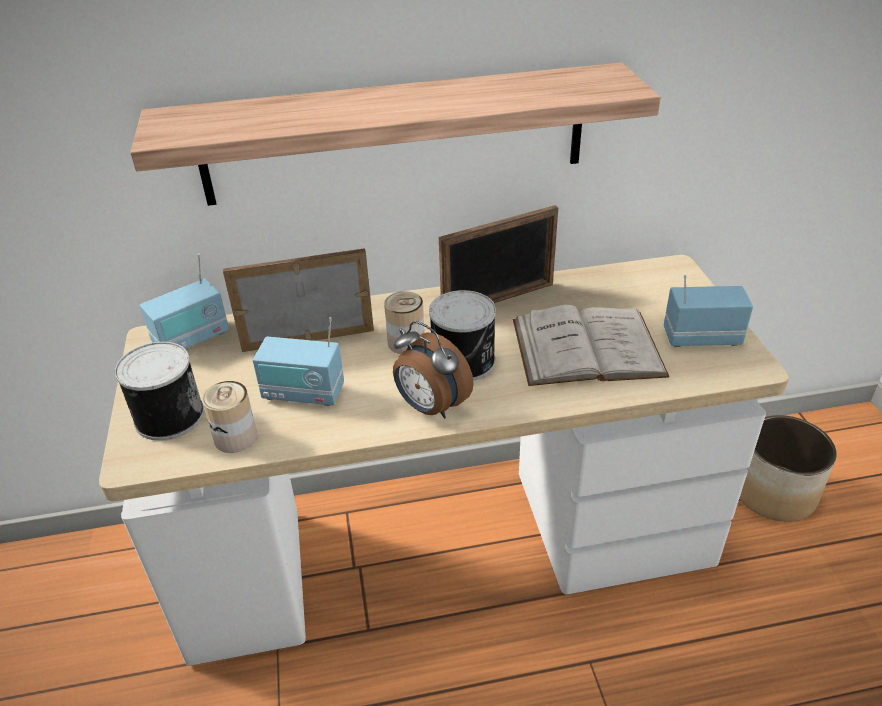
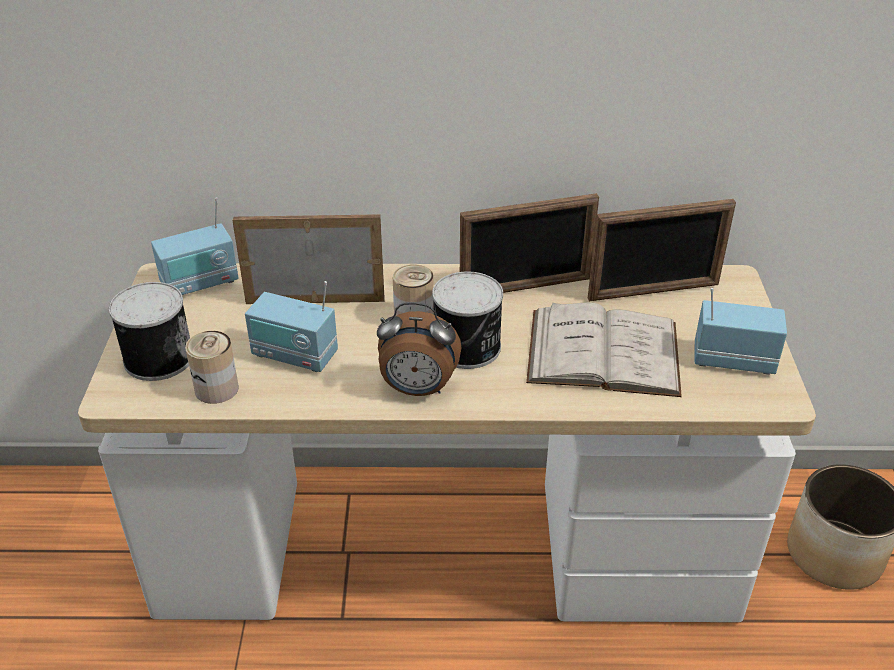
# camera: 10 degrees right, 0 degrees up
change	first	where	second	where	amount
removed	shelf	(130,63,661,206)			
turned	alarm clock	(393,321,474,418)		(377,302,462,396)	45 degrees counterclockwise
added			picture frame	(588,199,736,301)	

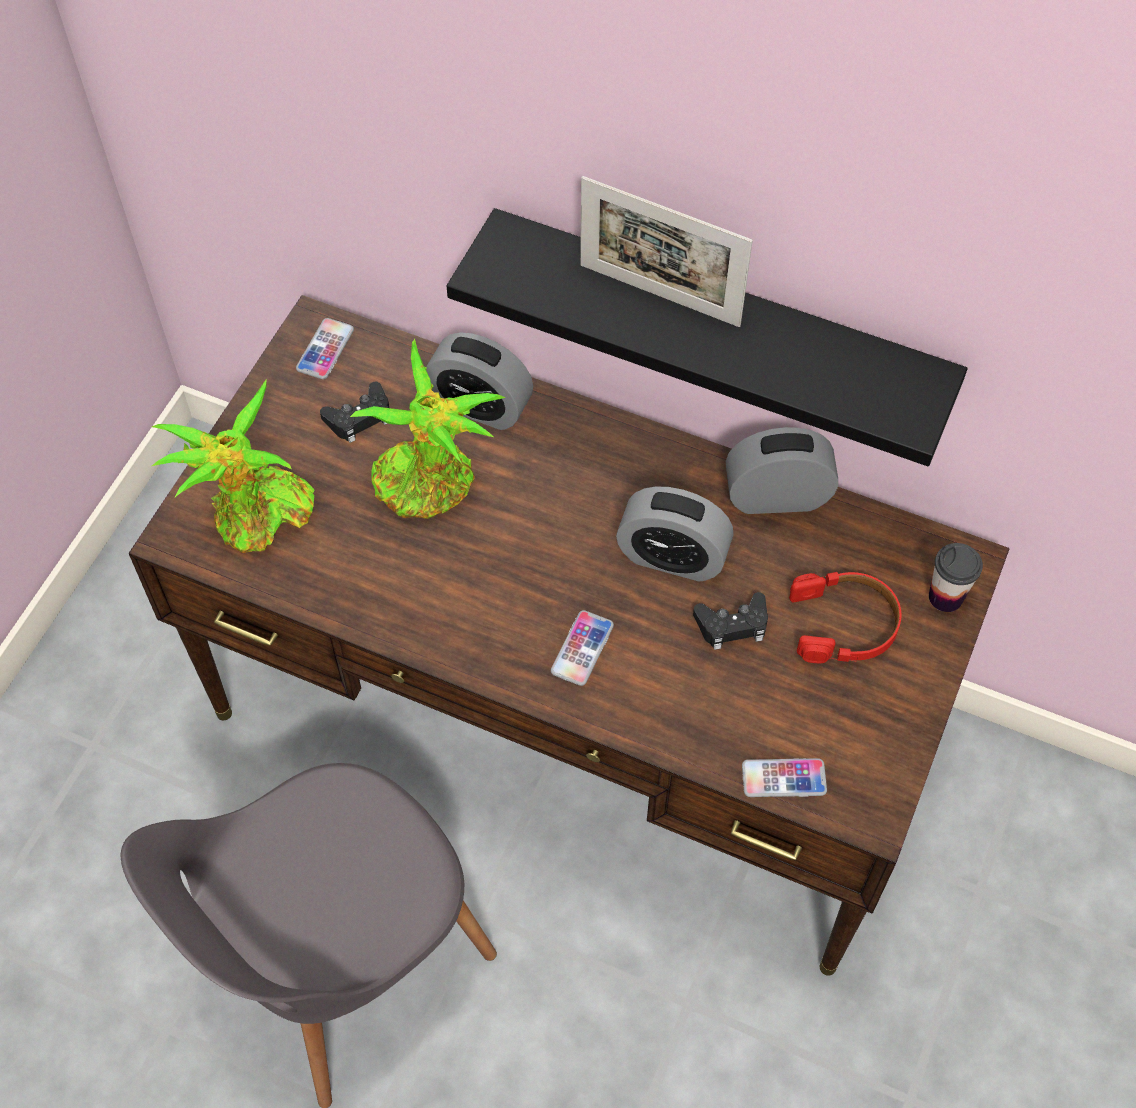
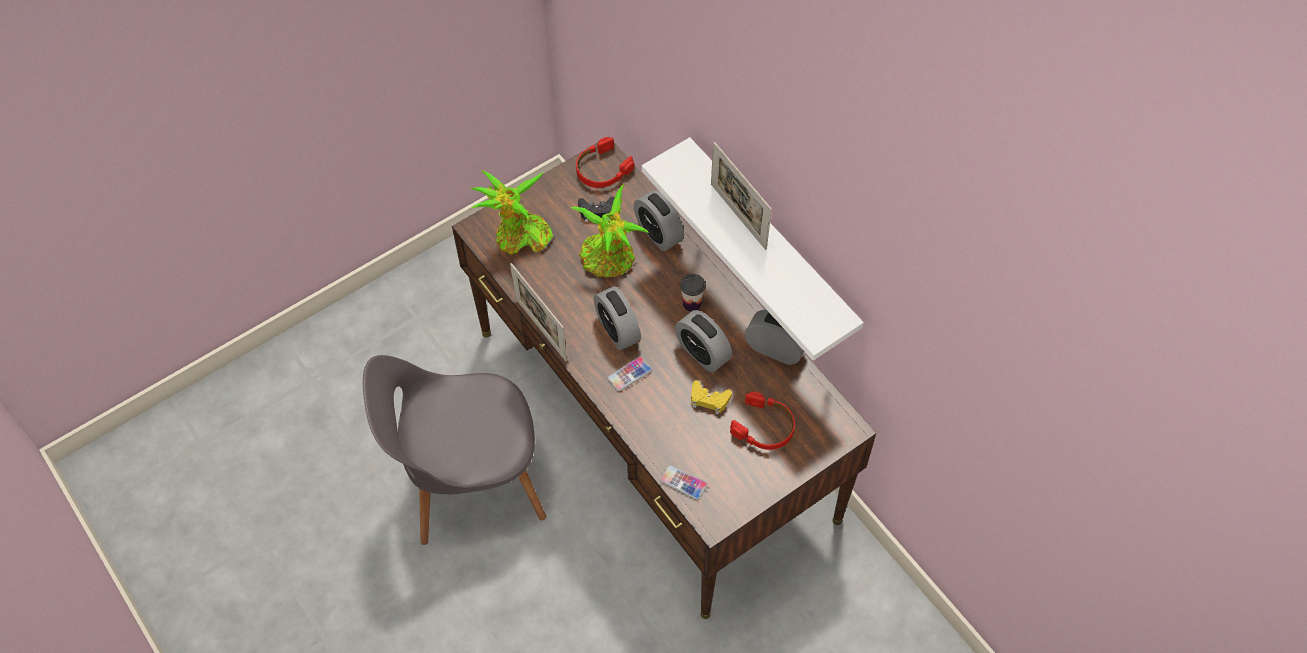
# camera: 30 degrees right, 0 degrees up
change	first	where	second	where	amount
recoloured	black shelf	(447,208,967,466)	white shelf	(642,137,864,360)	
replaced	phone	(296,318,354,379)	red headphones	(576,137,634,188)	
moved	cup	(929,543,983,612)		(680,274,705,312)	
recoloured	black game controller	(693,592,768,650)	yellow game controller	(691,380,732,414)	
added			picture frame	(510,263,567,361)	
added			alarm clock	(594,286,641,350)	

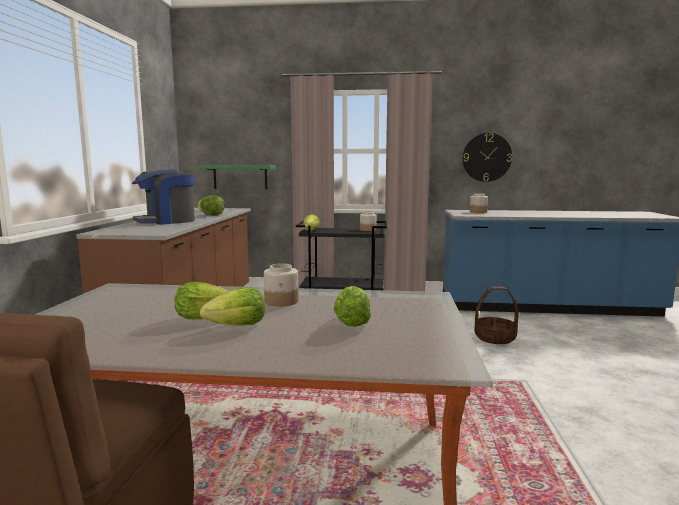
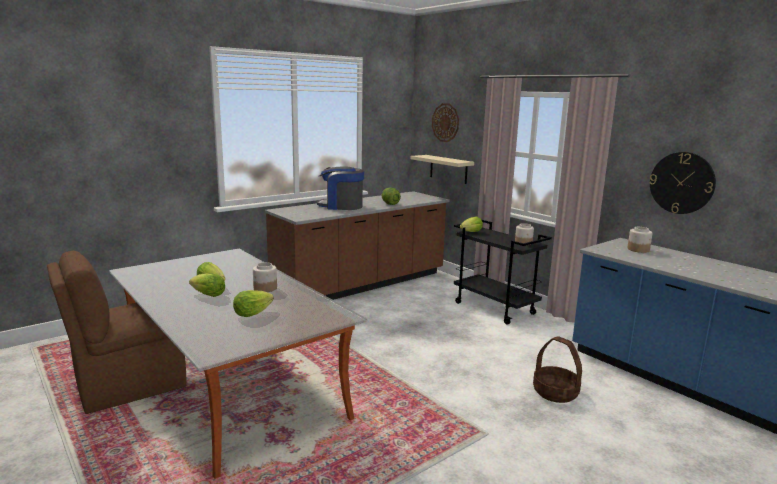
# camera: 45 degrees right, 5 degrees up
change	first	where	second	where	amount
recoloured	green shelf	(196,165,276,189)	beige shelf	(411,155,474,184)	
added			wall clock	(432,103,459,142)	

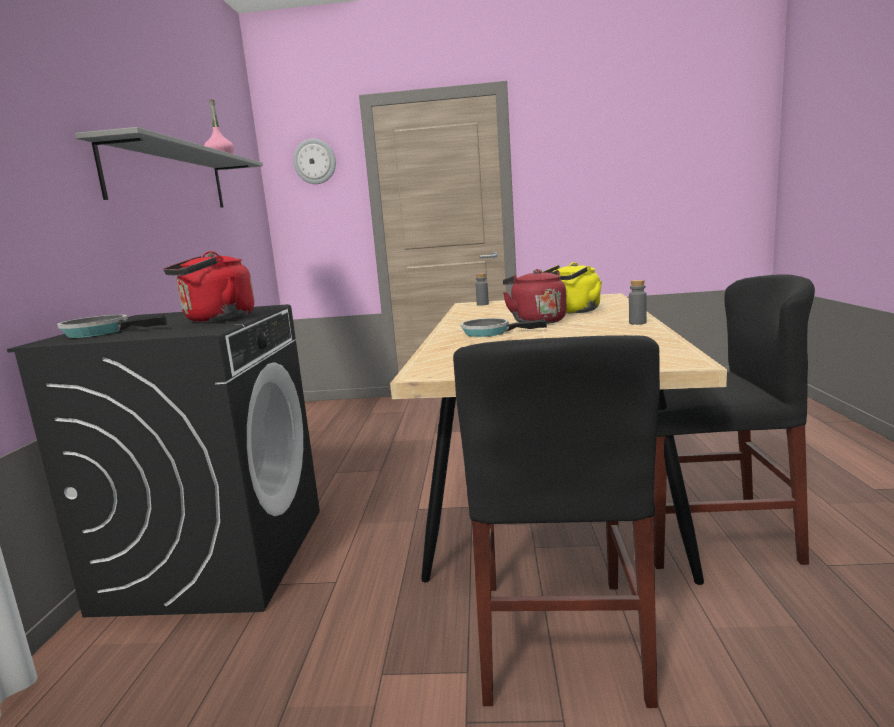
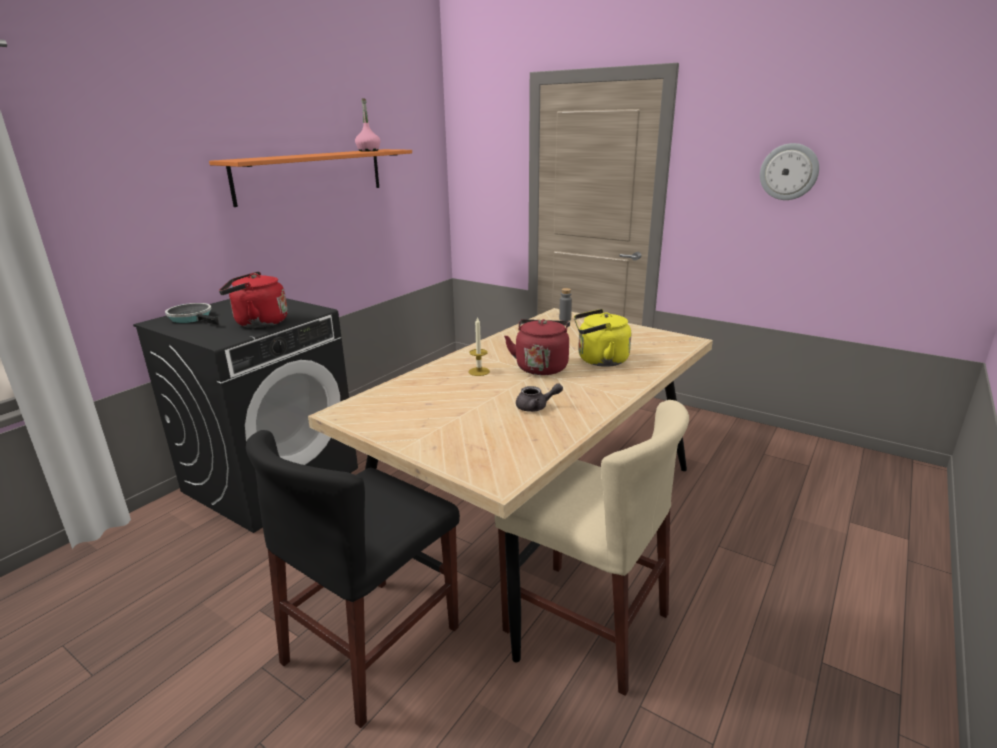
# camera: 30 degrees right, 10 degrees up
change	first	where	second	where	amount
recoloured	grey shelf	(75,127,263,208)	orange shelf	(209,149,412,207)	
moved	wall clock	(293,139,336,184)		(760,143,819,200)	
recoloured	black chair	(653,274,815,569)	beige chair	(495,400,689,696)	
removed	grey bottle	(629,280,647,325)			
replaced	frying pan	(461,318,547,337)	candle	(468,316,490,376)	
added			grey teapot	(516,383,563,412)	

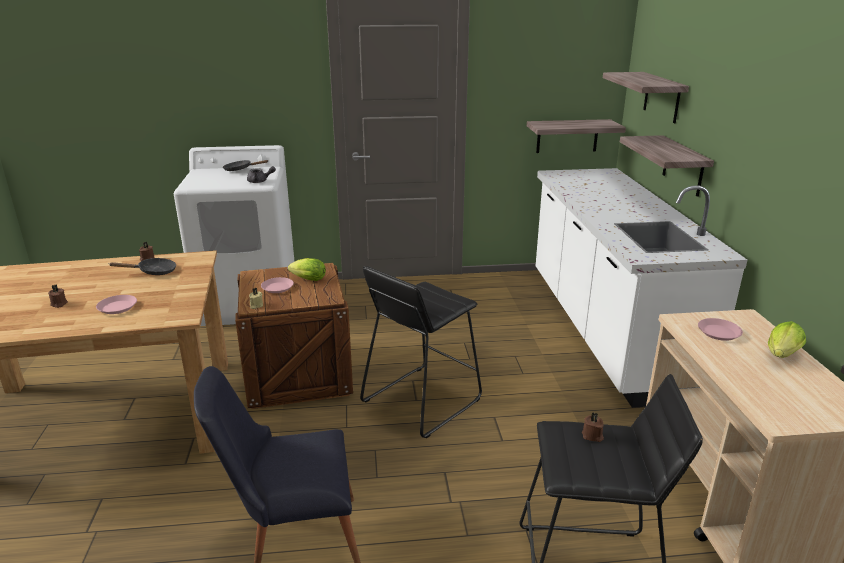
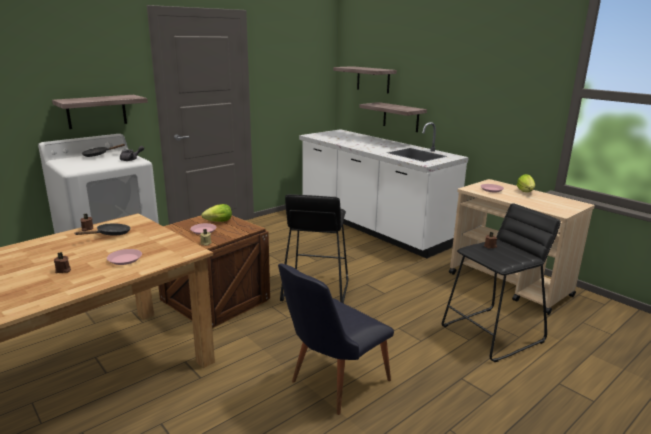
# camera: 35 degrees left, 5 degrees down
change	first	where	second	where	amount
moved	shelf	(527,119,626,153)		(52,95,148,129)	

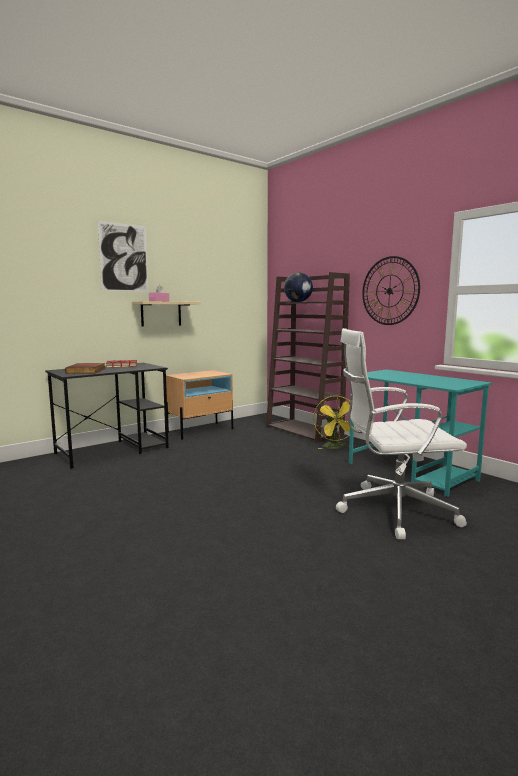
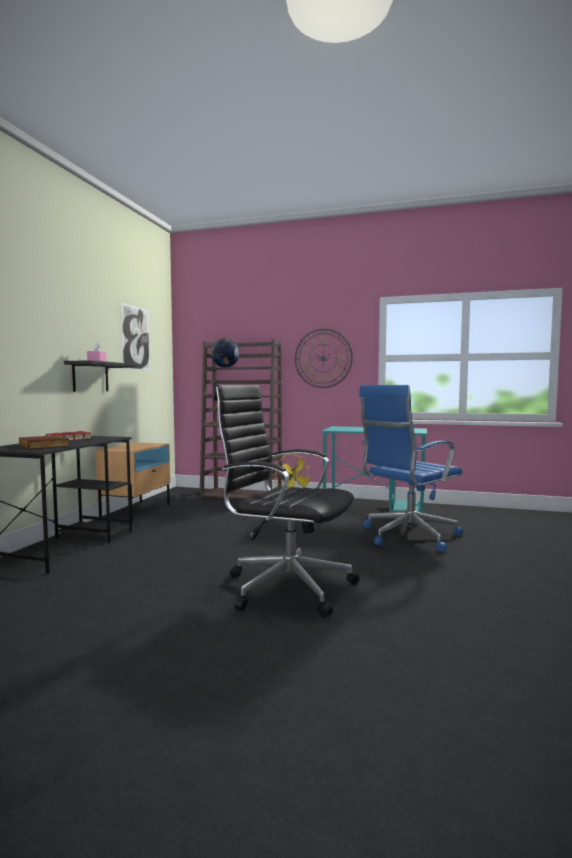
# camera: 35 degrees left, 5 degrees down
change	first	where	second	where	amount
moved	picture	(98,221,148,292)		(121,303,150,371)	
recoloured	beige shelf	(132,301,200,327)	black shelf	(64,360,137,392)	
recoloured	white office chair	(336,328,467,539)	blue office chair	(359,385,463,552)	
added			black office chair	(214,384,360,617)	

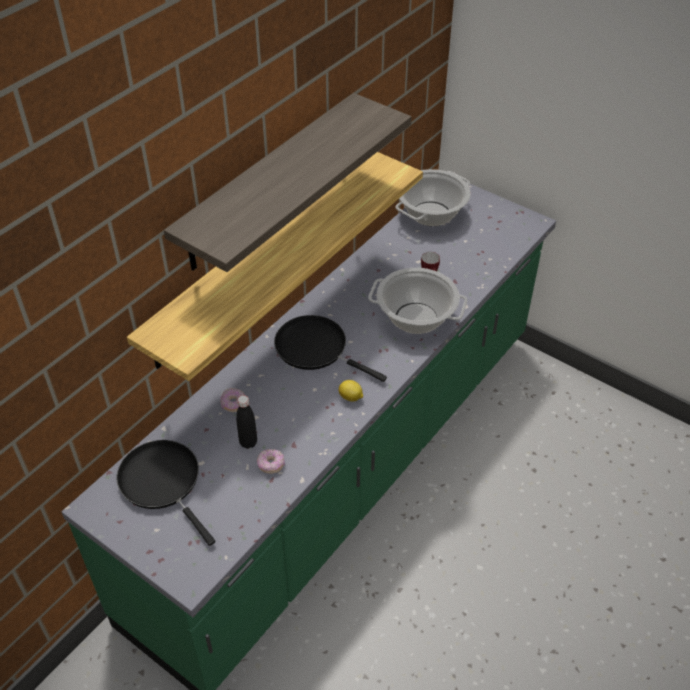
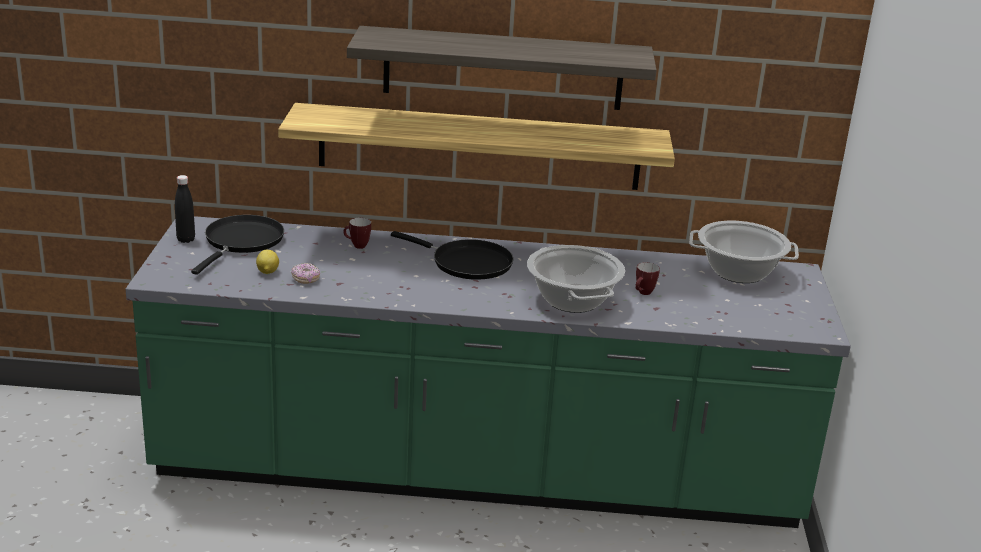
# camera: 55 degrees right, 20 degrees down
change	first	where	second	where	amount
turned	black frying pan	(274,315,387,382)		(391,231,513,280)	120 degrees clockwise
moved	lemon	(339,380,363,402)		(256,250,279,274)	
replaced	donut	(220,388,245,412)	mug	(343,218,371,249)	
moved	black bottle	(236,395,257,449)		(175,175,195,243)	

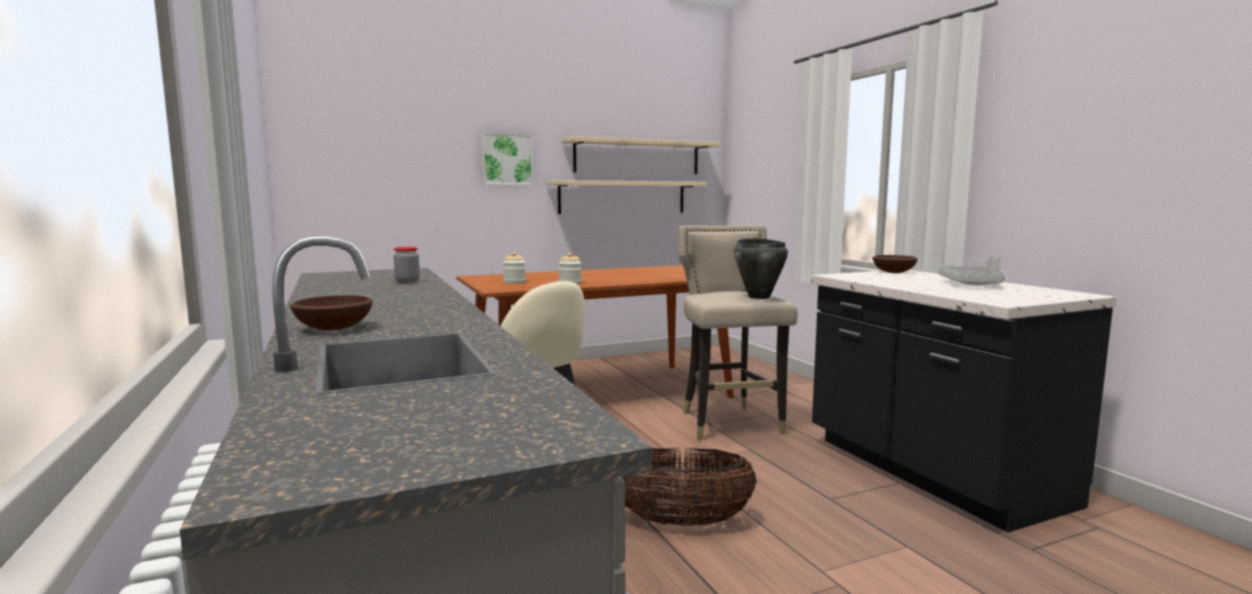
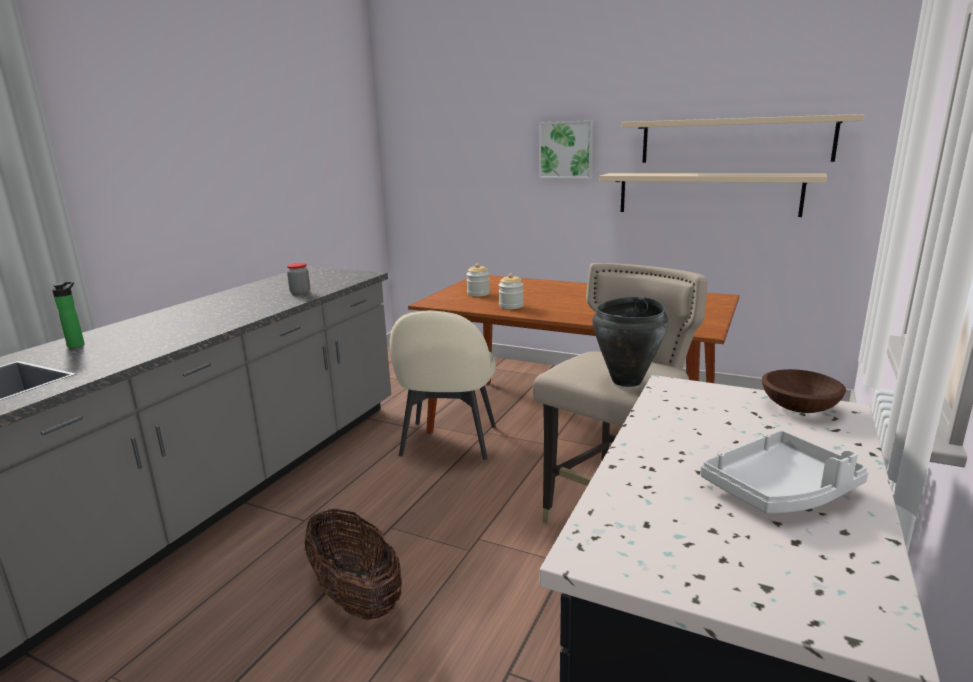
# camera: 50 degrees right, 10 degrees up
change	first	where	second	where	amount
replaced	brown bowl	(290,295,373,331)	bottle	(52,282,85,348)	

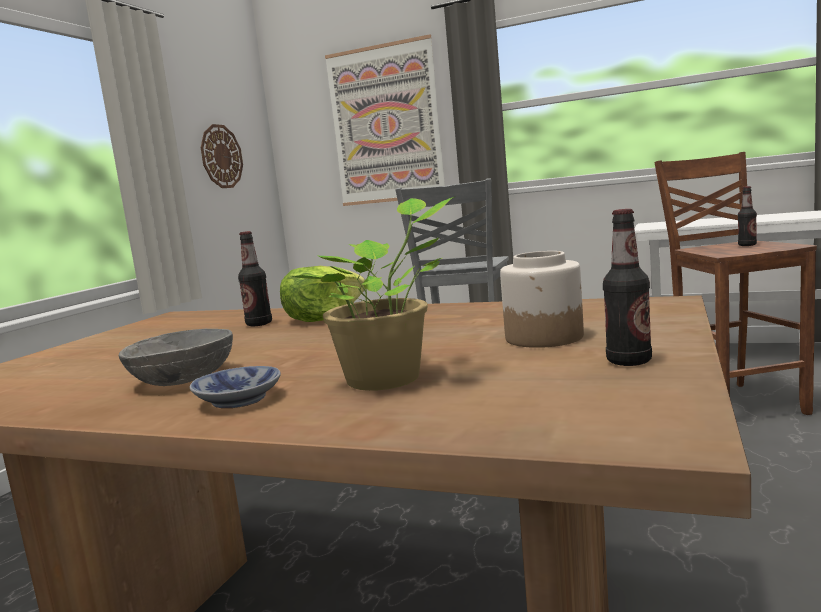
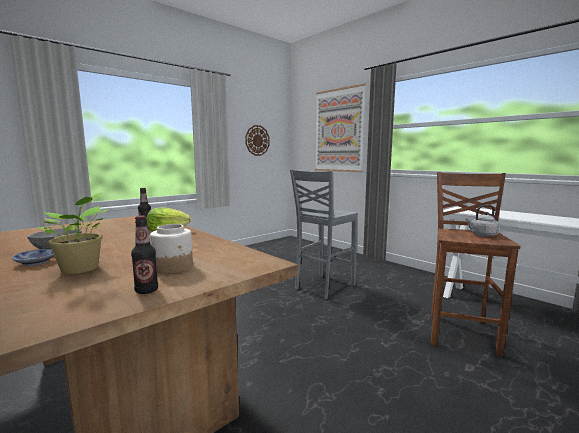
# camera: 25 degrees right, 0 degrees up
change	first	where	second	where	amount
replaced	bottle	(738,186,757,246)	grey kettle	(465,205,500,237)	

